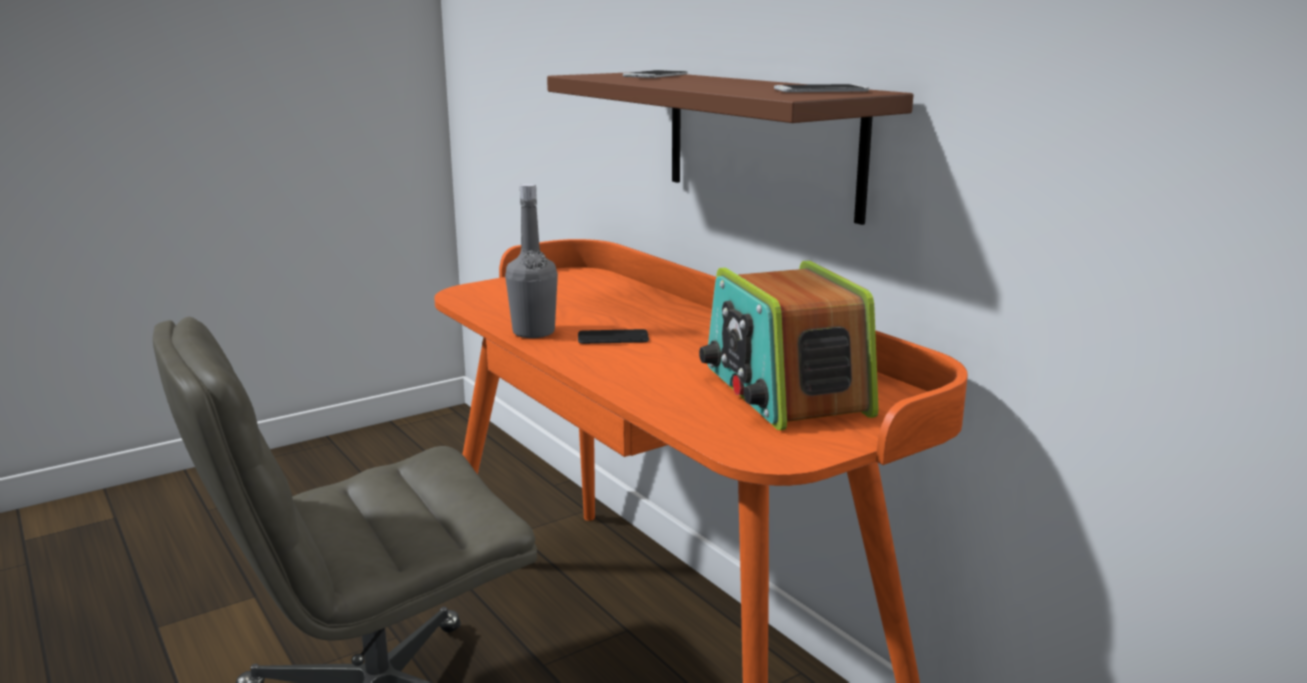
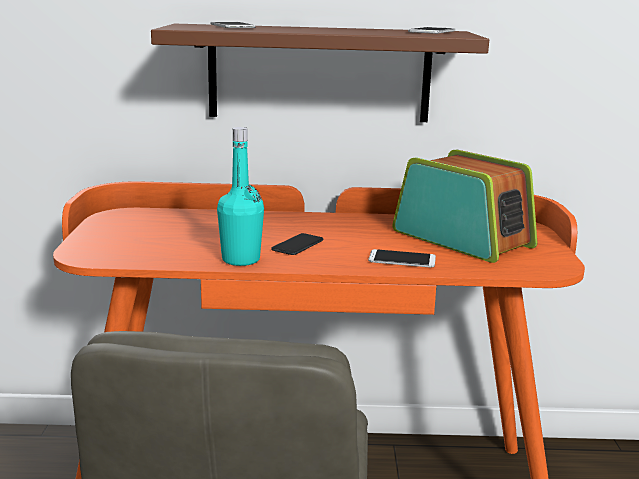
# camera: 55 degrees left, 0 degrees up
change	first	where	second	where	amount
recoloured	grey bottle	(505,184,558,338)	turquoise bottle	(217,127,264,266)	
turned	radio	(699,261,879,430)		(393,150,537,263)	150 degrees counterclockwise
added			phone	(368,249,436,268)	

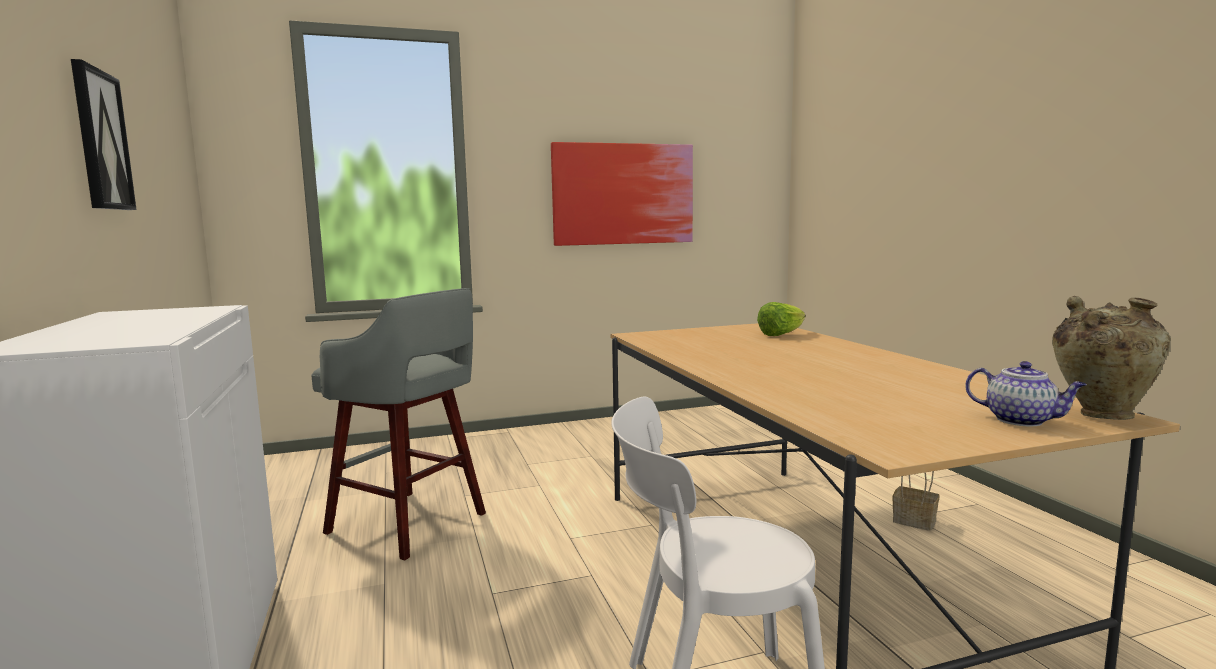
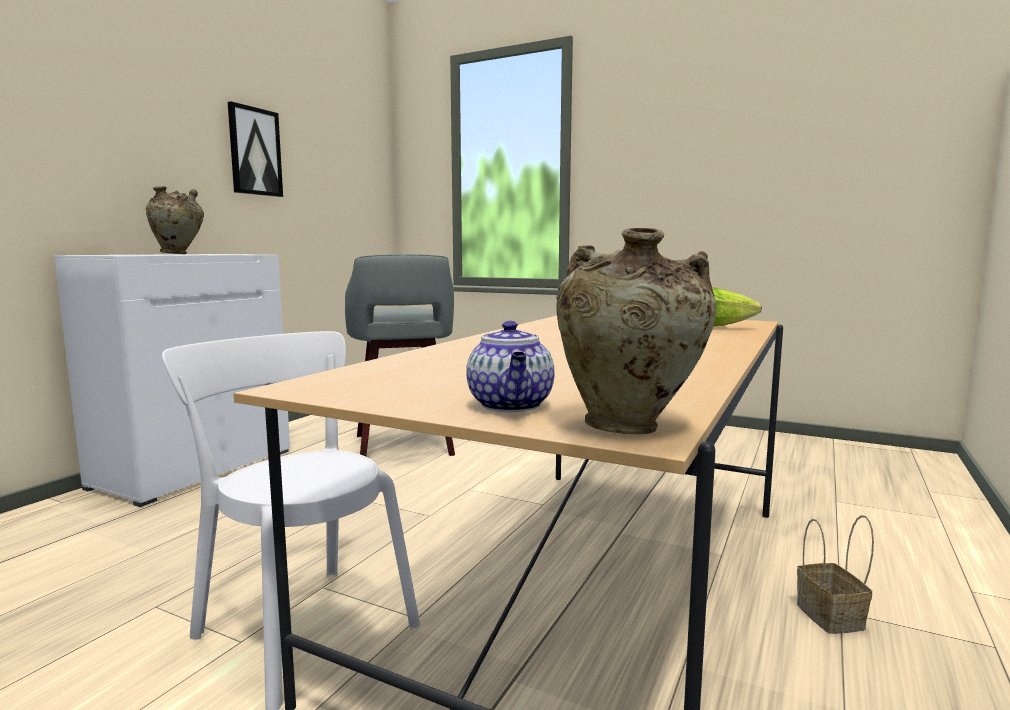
# camera: 45 degrees right, 0 degrees up
change	first	where	second	where	amount
removed	picture	(551,142,693,246)			
added			beige vase	(146,186,204,254)	

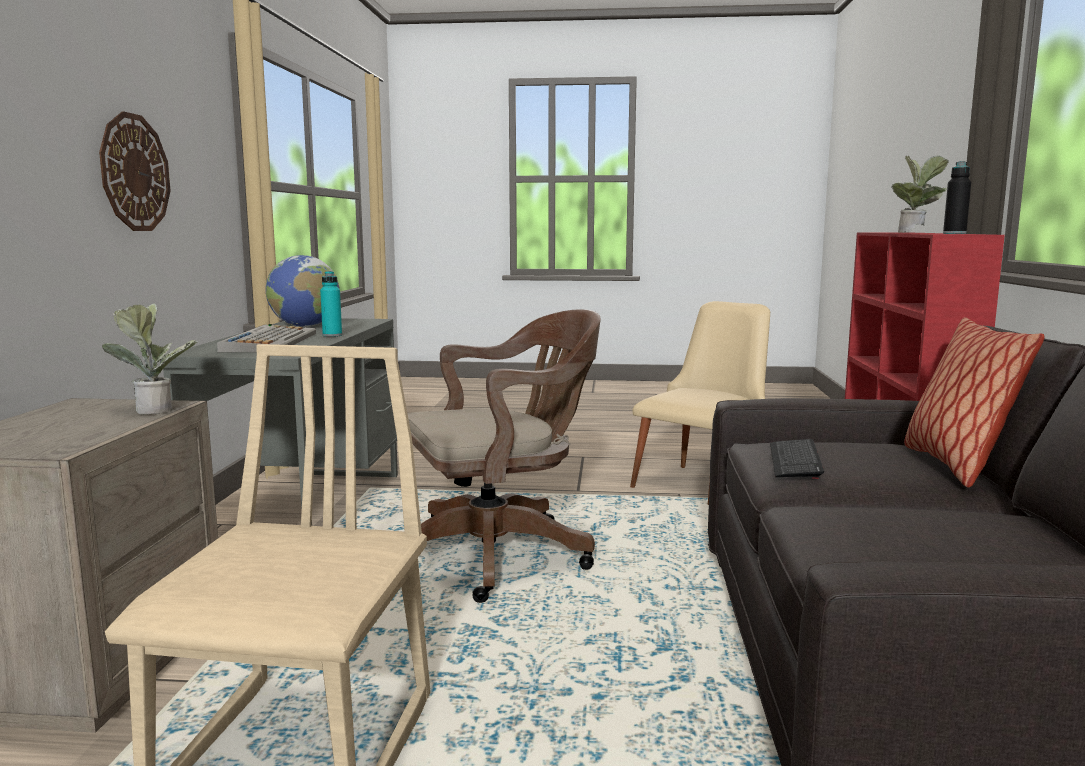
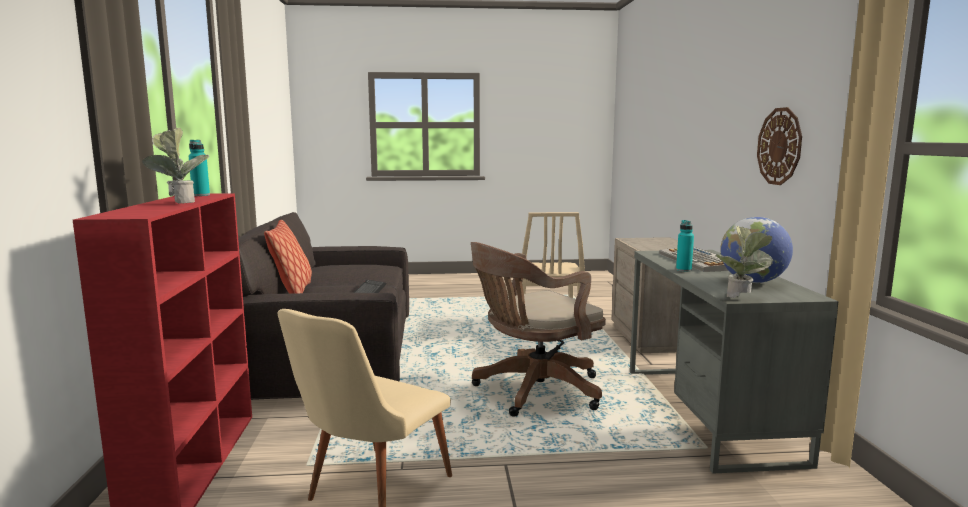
# camera: 170 degrees right, 0 degrees up
change	first	where	second	where	amount
recoloured	black bottle	(943,161,971,234)	turquoise bottle	(189,140,210,196)	
moved	potted plant	(102,303,198,415)		(716,225,773,298)	

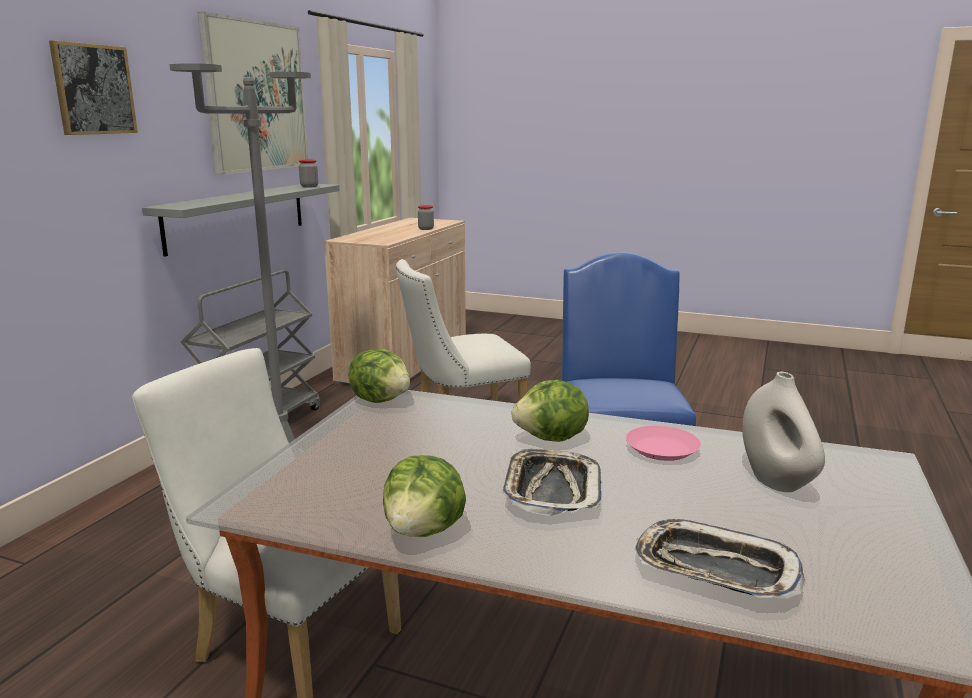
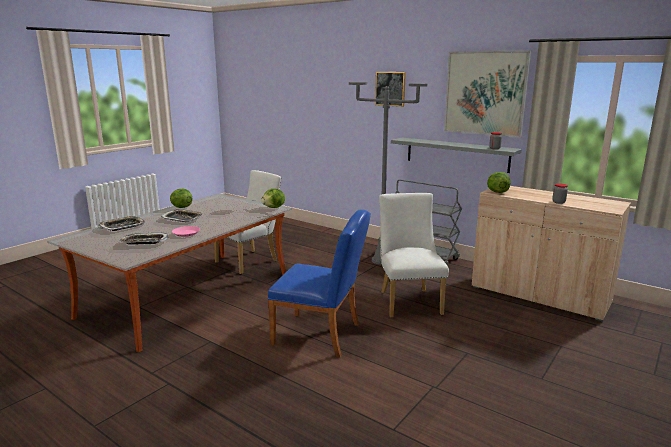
# camera: 105 degrees right, 0 degrees up
change	first	where	second	where	amount
replaced	white vase	(742,372,825,492)	tray	(119,233,168,244)	
moved	lettuce	(512,380,589,442)		(487,172,511,193)	

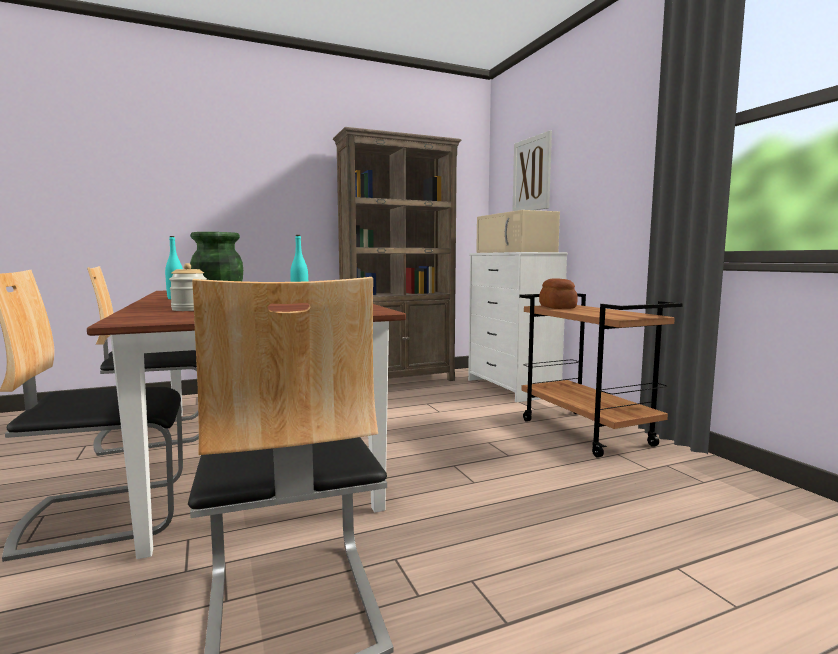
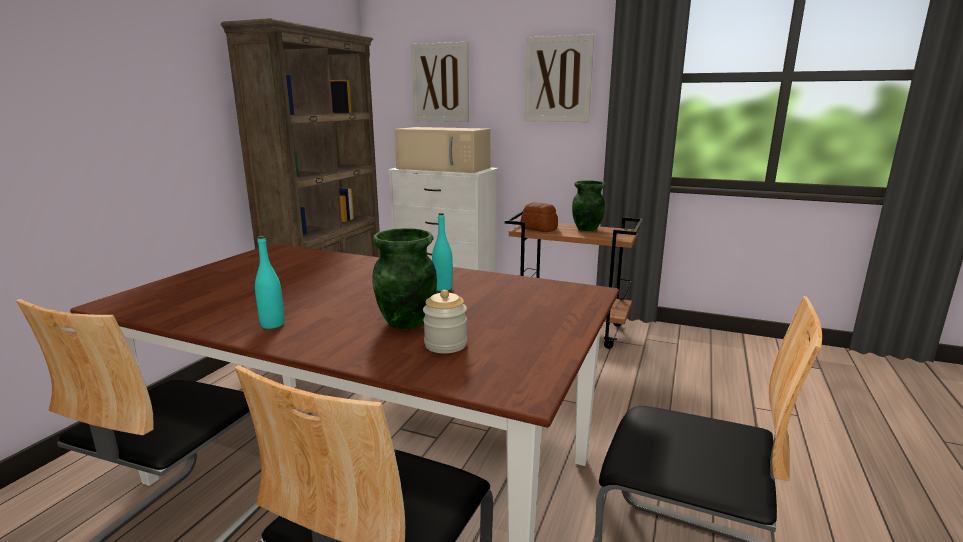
# camera: 45 degrees left, 10 degrees up
change	first	where	second	where	amount
added			picture	(525,34,594,122)	
added			green vase	(572,180,605,231)	

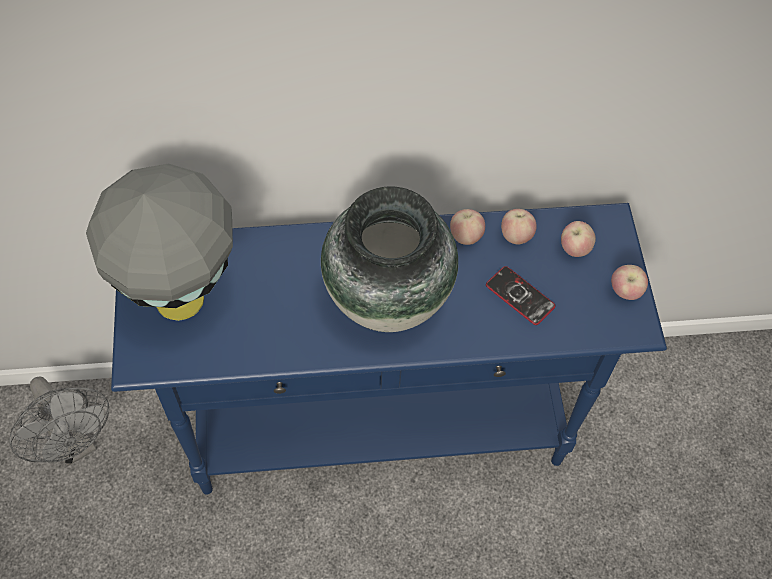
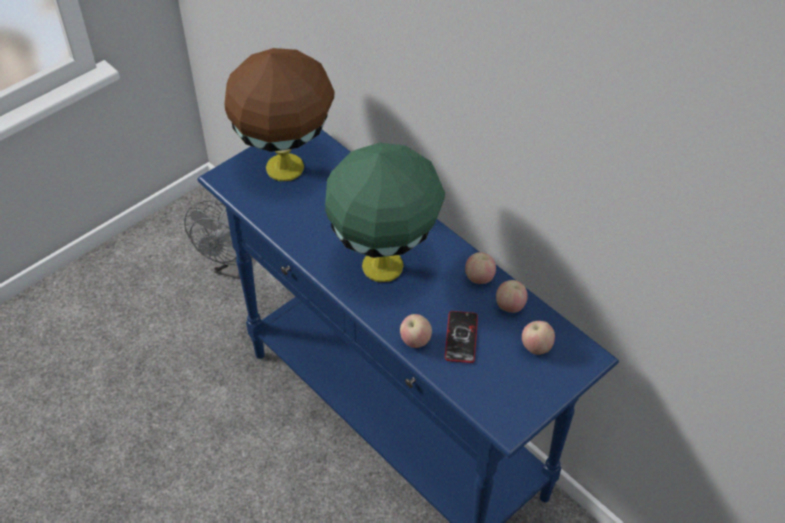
# camera: 55 degrees right, 10 degrees down
change	first	where	second	where	amount
recoloured	grey table lamp	(86,164,233,321)	brown table lamp	(224,48,334,181)	
replaced	vase	(321,186,458,332)	green table lamp	(325,143,445,282)	
moved	apple	(611,265,648,300)		(400,314,432,348)	

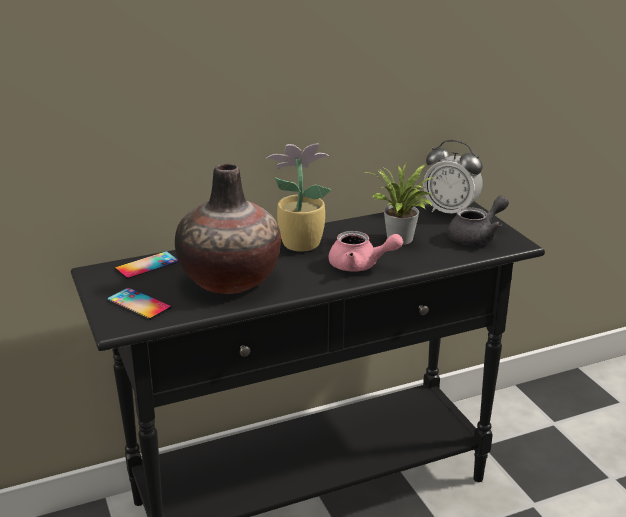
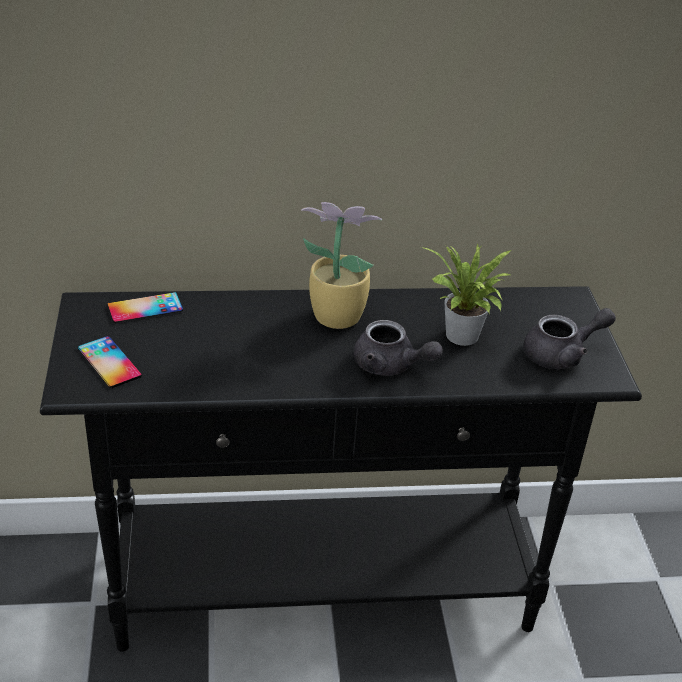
# camera: 15 degrees right, 10 degrees up
change	first	where	second	where	amount
removed	alarm clock	(423,140,483,214)			
removed	vase	(175,164,281,294)			
recoloured	pink teapot	(329,231,403,272)	grey teapot	(353,320,443,376)	

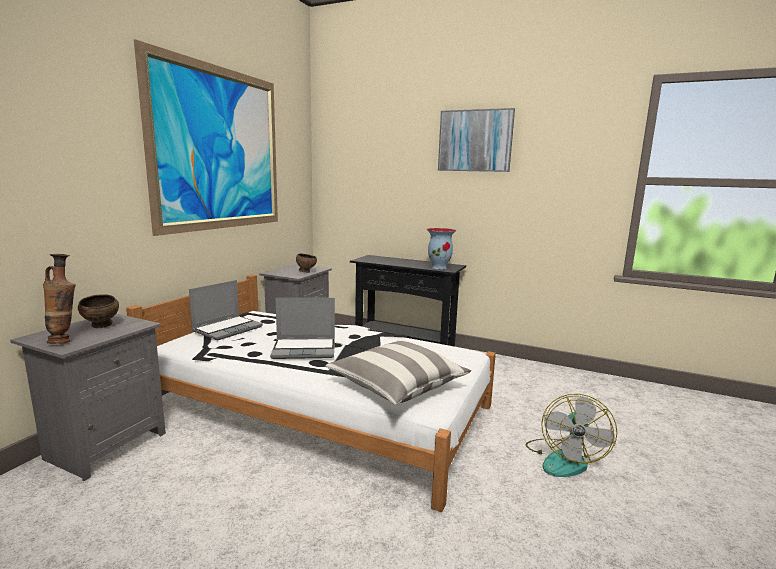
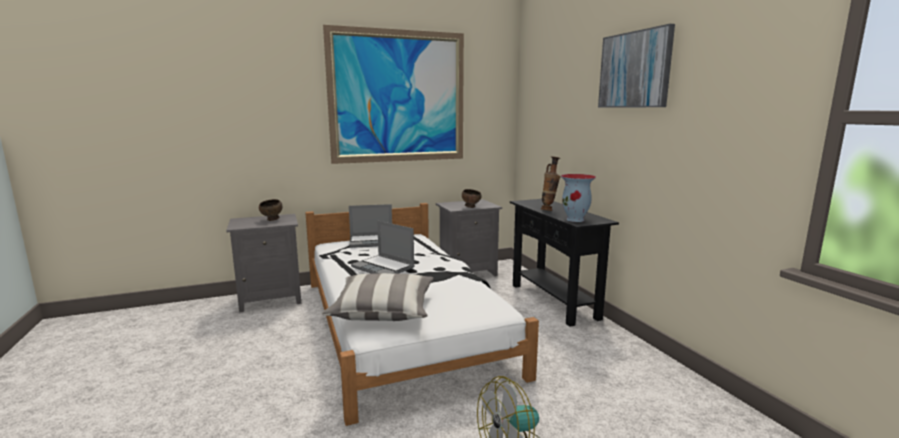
# camera: 45 degrees right, 0 degrees up
change	first	where	second	where	amount
moved	vase	(43,254,76,344)		(541,156,561,211)	

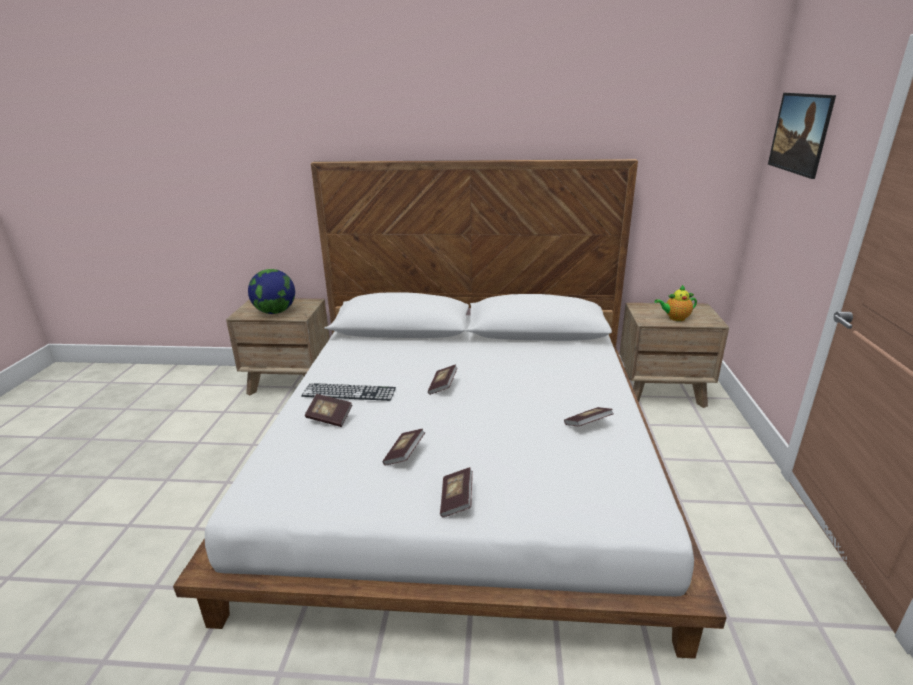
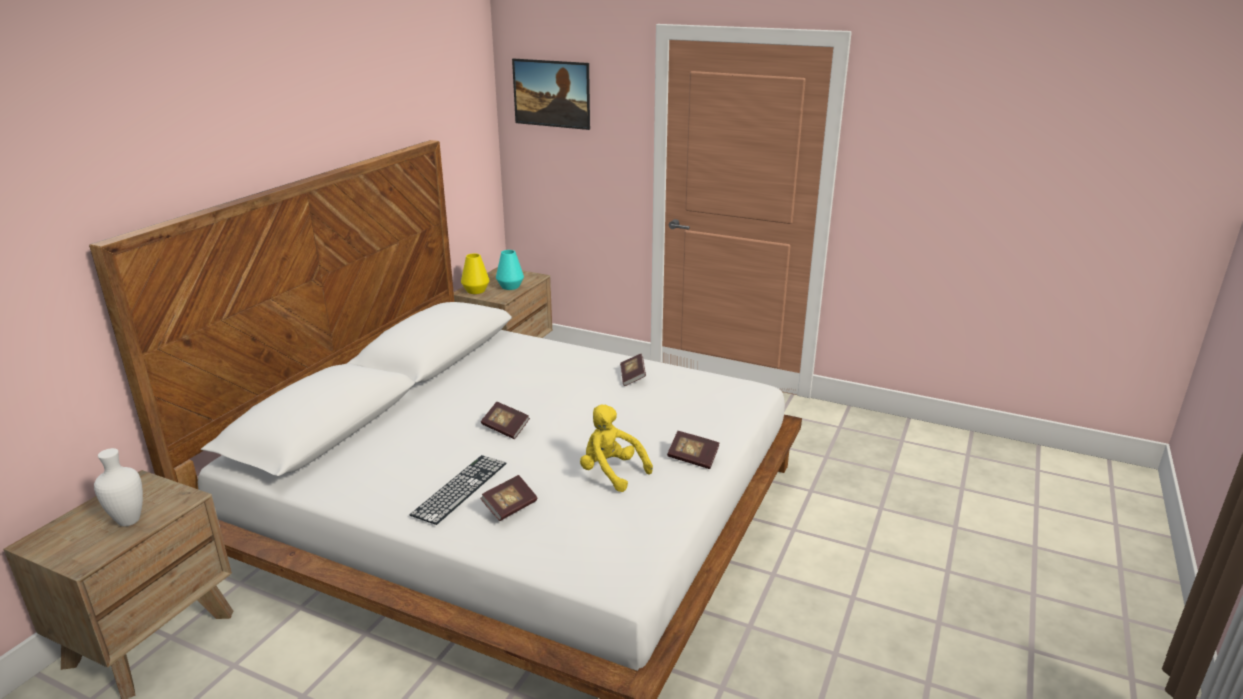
# camera: 70 degrees left, 0 degrees up
change	first	where	second	where	amount
replaced	globe	(248,269,295,314)	white vase	(94,448,143,526)	
replaced	teapot	(655,285,697,321)	turquoise vase	(496,250,524,290)	
replaced	book	(383,429,425,465)	yellow plush toy	(580,404,653,492)	
added			yellow vase	(461,253,490,294)	

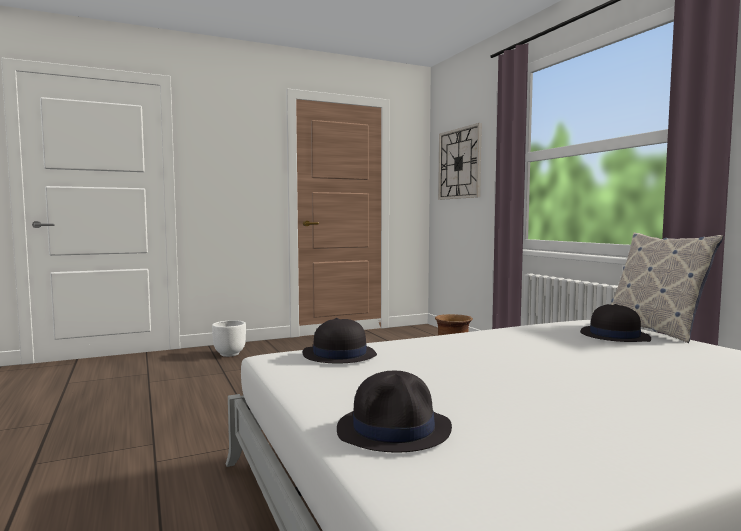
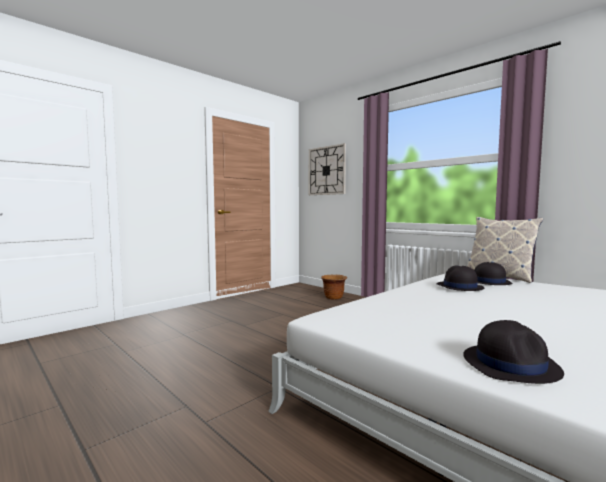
# camera: 20 degrees left, 0 degrees up
change	first	where	second	where	amount
moved	black hat	(303,318,377,363)		(437,265,485,291)	
removed	white planter	(212,320,246,357)			

